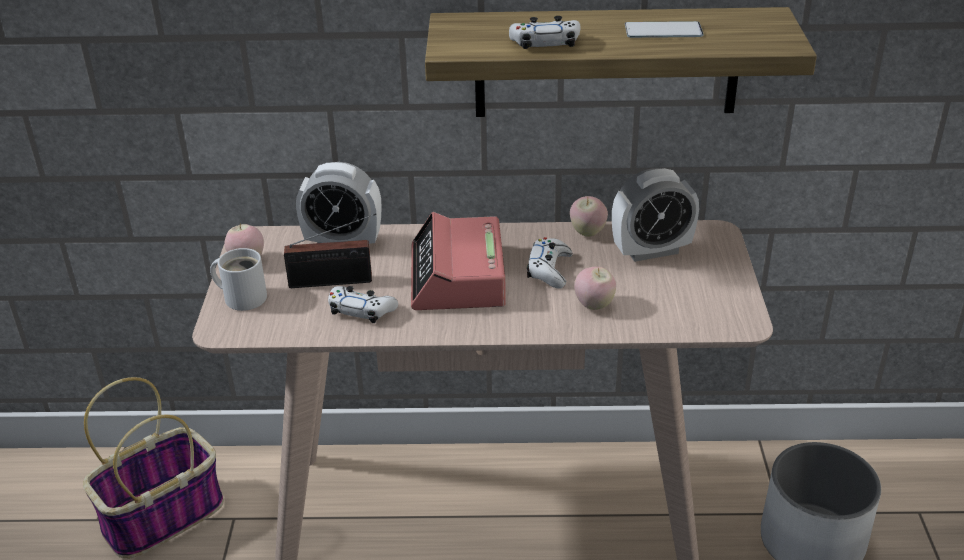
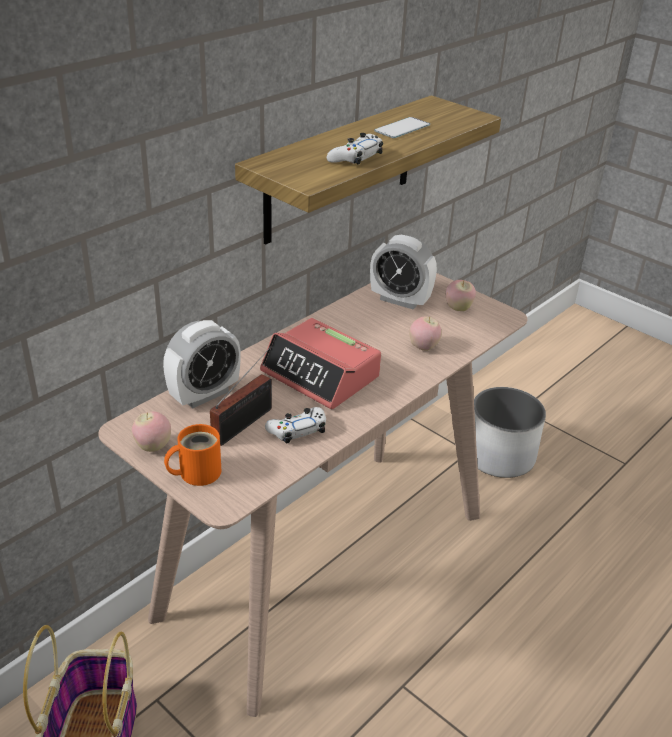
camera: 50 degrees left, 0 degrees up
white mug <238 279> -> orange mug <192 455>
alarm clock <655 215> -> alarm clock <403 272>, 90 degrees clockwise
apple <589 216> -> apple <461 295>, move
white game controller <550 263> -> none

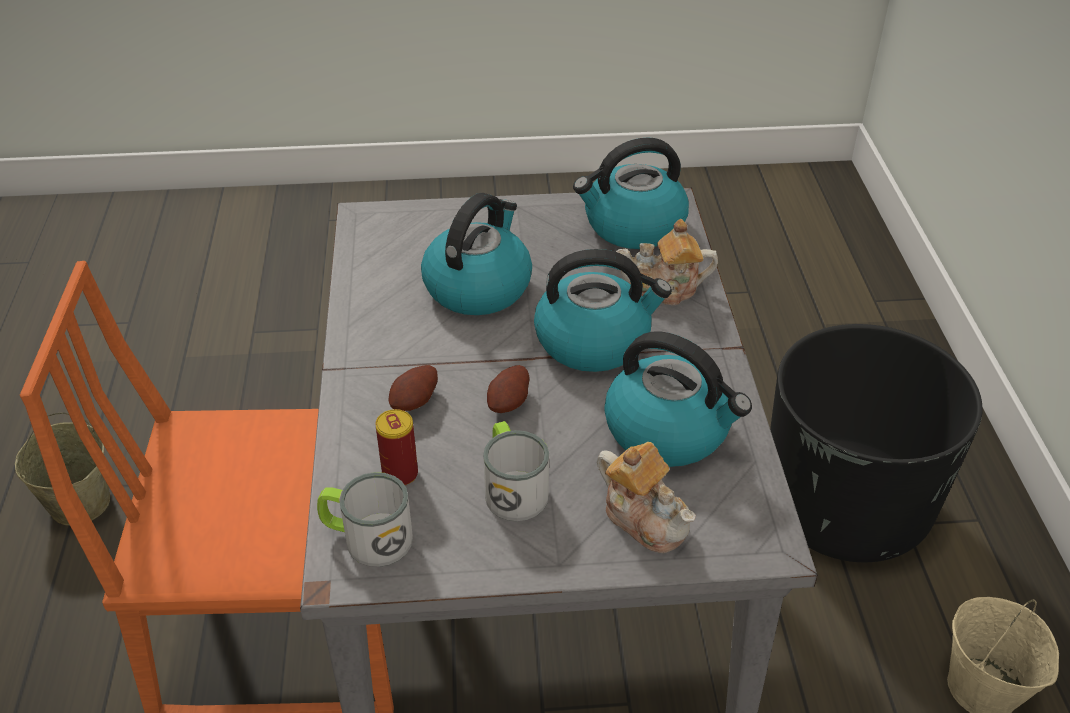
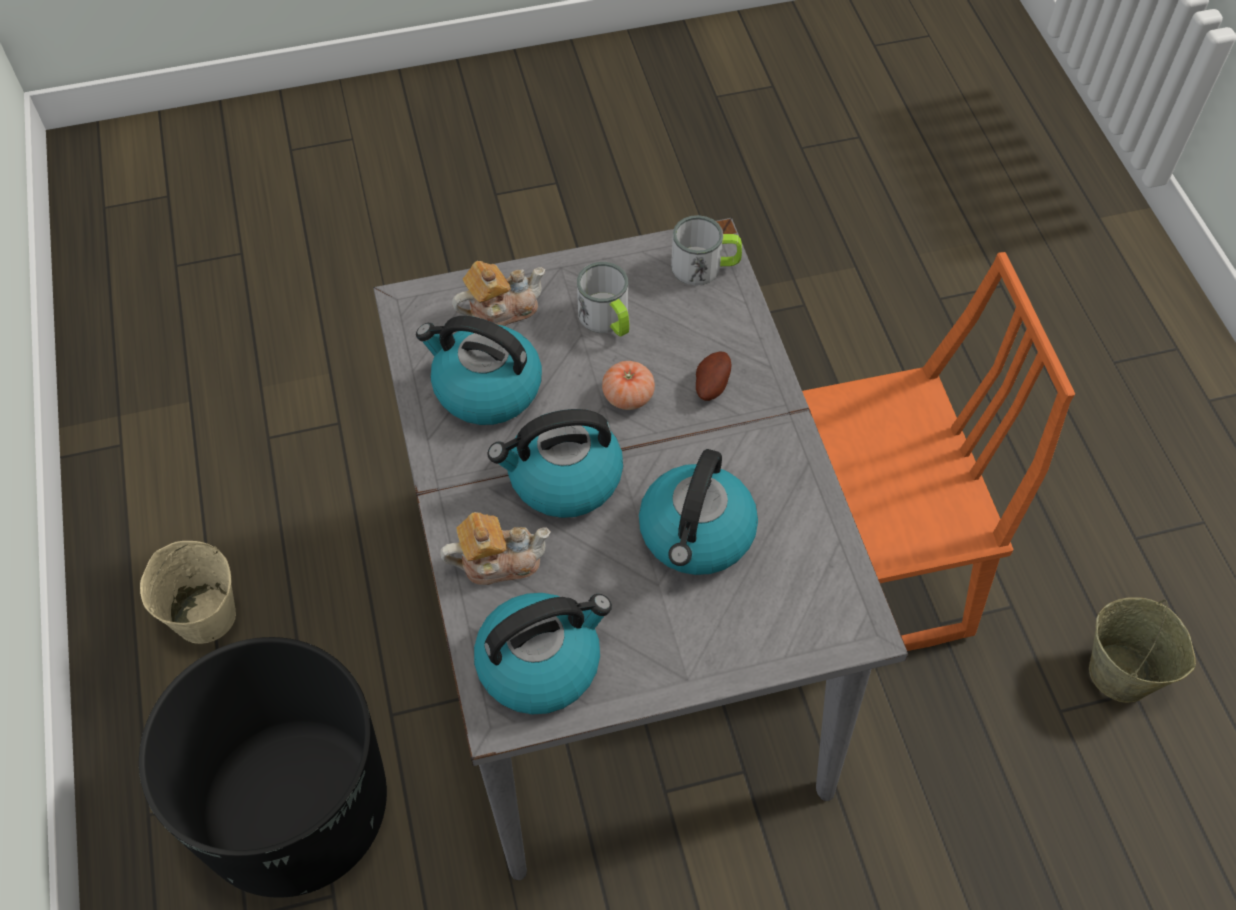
camera: 170 degrees right, 15 degrees up
teapot <646 497> -> teapot <499 293>, 120 degrees clockwise
potato <508 389> -> tomato <628 385>
can <396 447> -> none

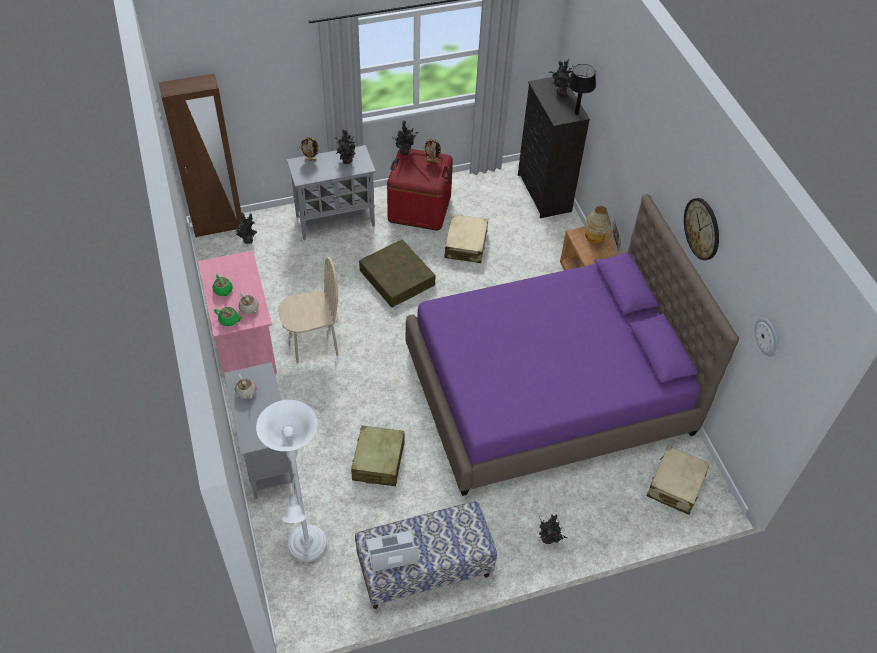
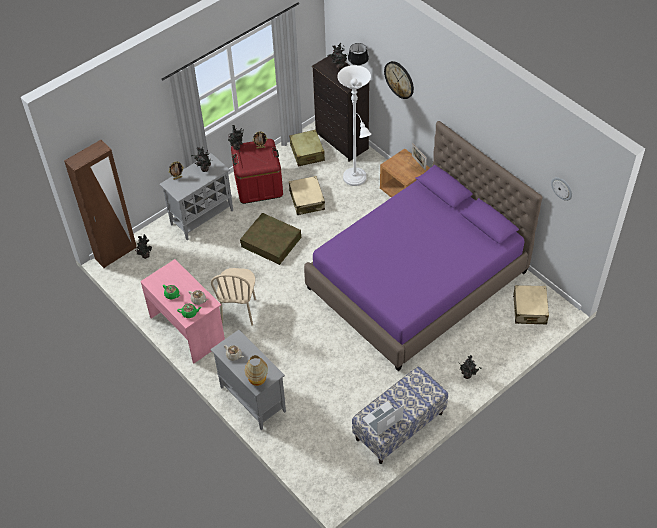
camera: 20 degrees left, 0 degrees up
beige chair <308 310> -> beige chair <233 297>, 135 degrees clockwise
table lamp <598 225> -> table lamp <256 370>, move
beige suitcase <378 456> -> beige suitcase <307 148>, move
white floor lamp <291 481> -> white floor lamp <354 125>, move
wall clock <701 229> -> wall clock <399 80>, move

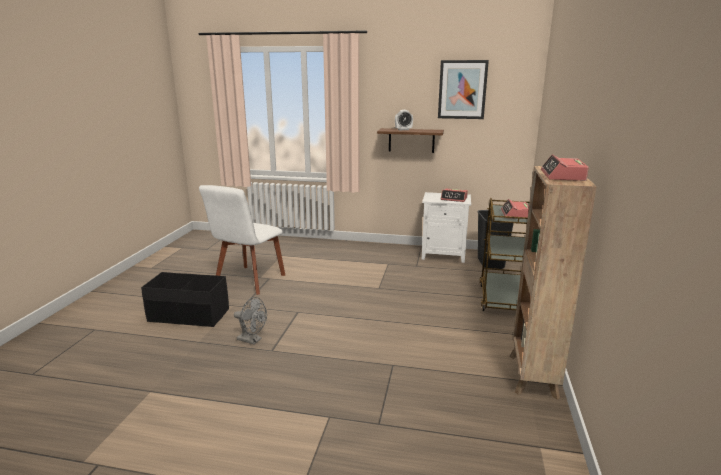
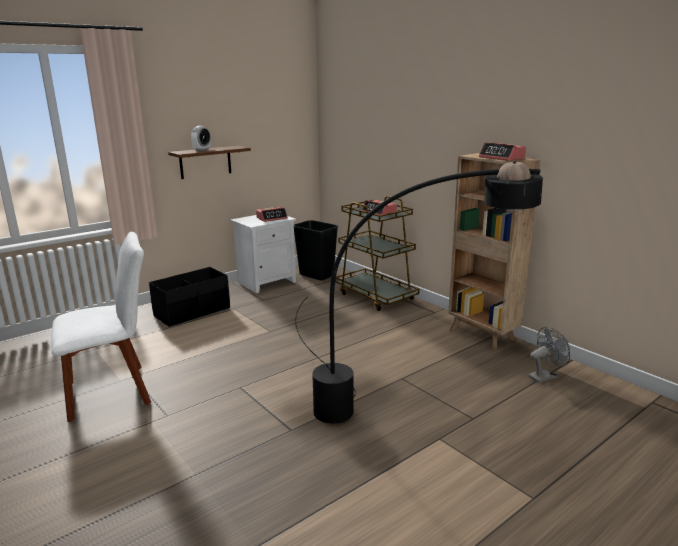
camera: 50 degrees left, 0 degrees up
white chair <242 240> -> white chair <101 327>, 90 degrees counterclockwise
black storage box <185 299> -> black storage box <189 297>, move
none -> black floor lamp <419 292>
grey fan <250 321> -> grey fan <549 355>, move
picture <463 89> -> none

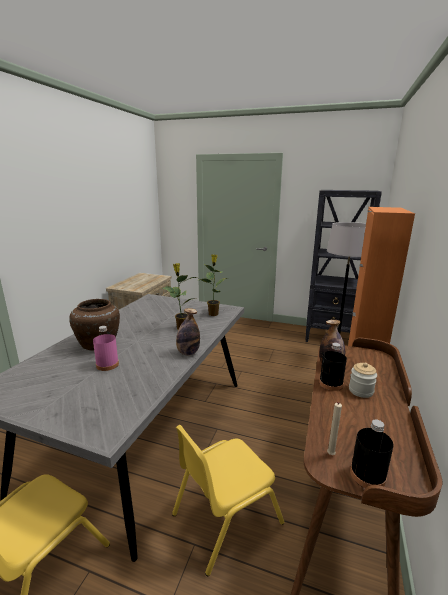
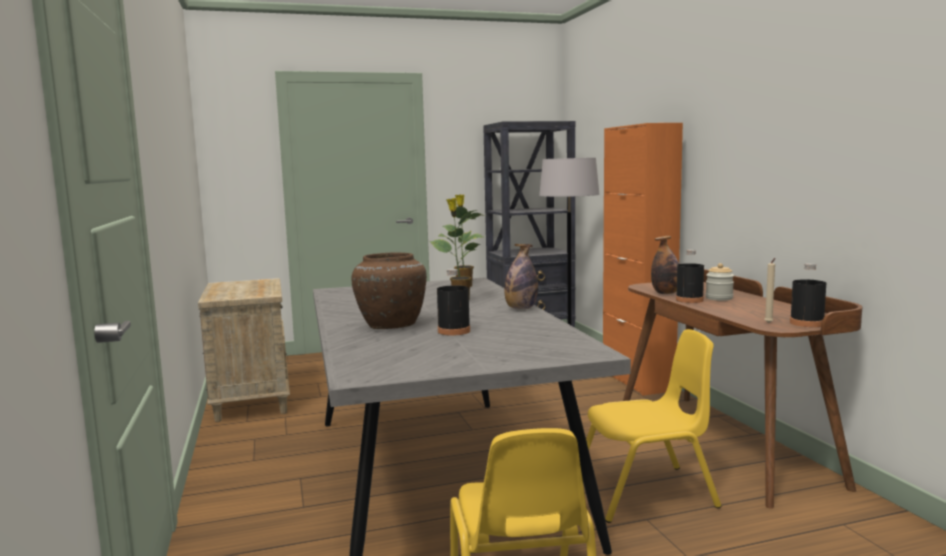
camera: 35 degrees left, 10 degrees down
pink bottle <106 348> -> black bottle <453 302>
yellow chair <228 500> -> yellow chair <653 426>, 120 degrees counterclockwise

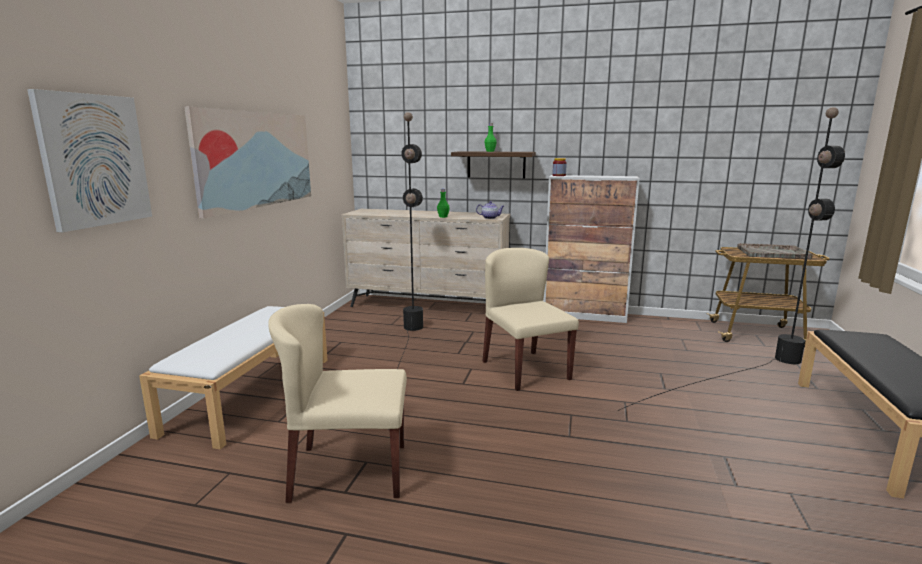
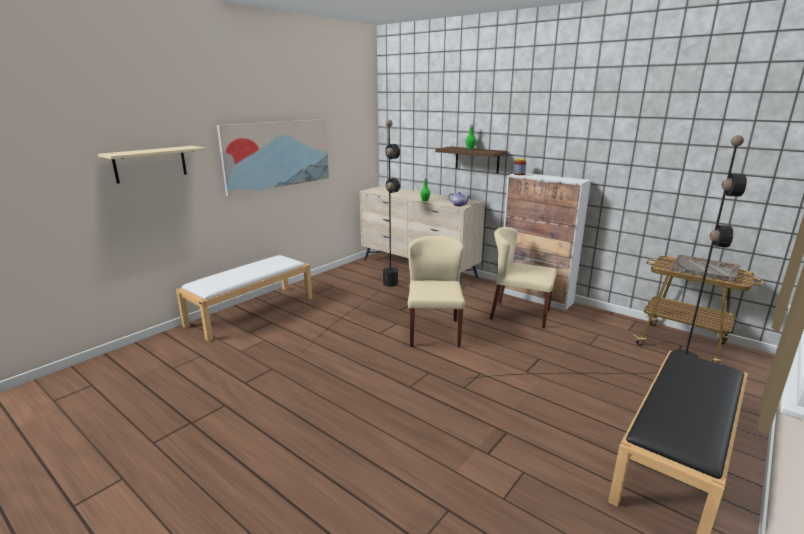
camera: 25 degrees right, 5 degrees up
picture <89 160> -> beige shelf <152 165>
beige chair <337 403> -> beige chair <523 277>, move

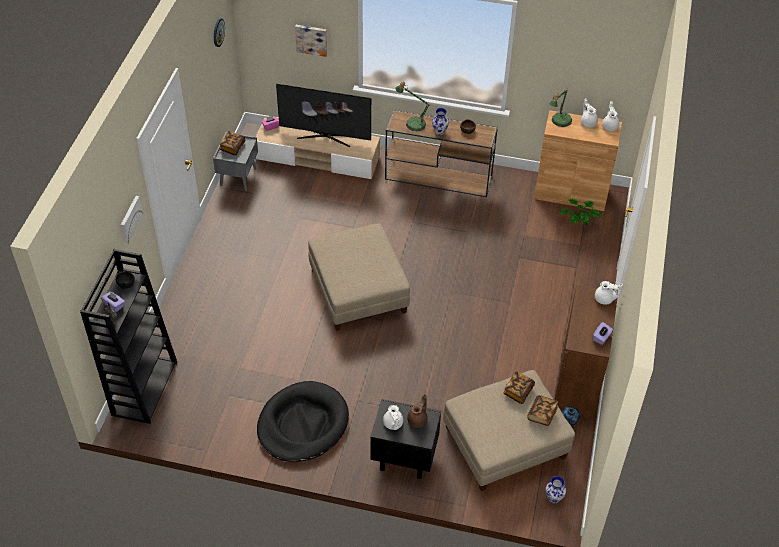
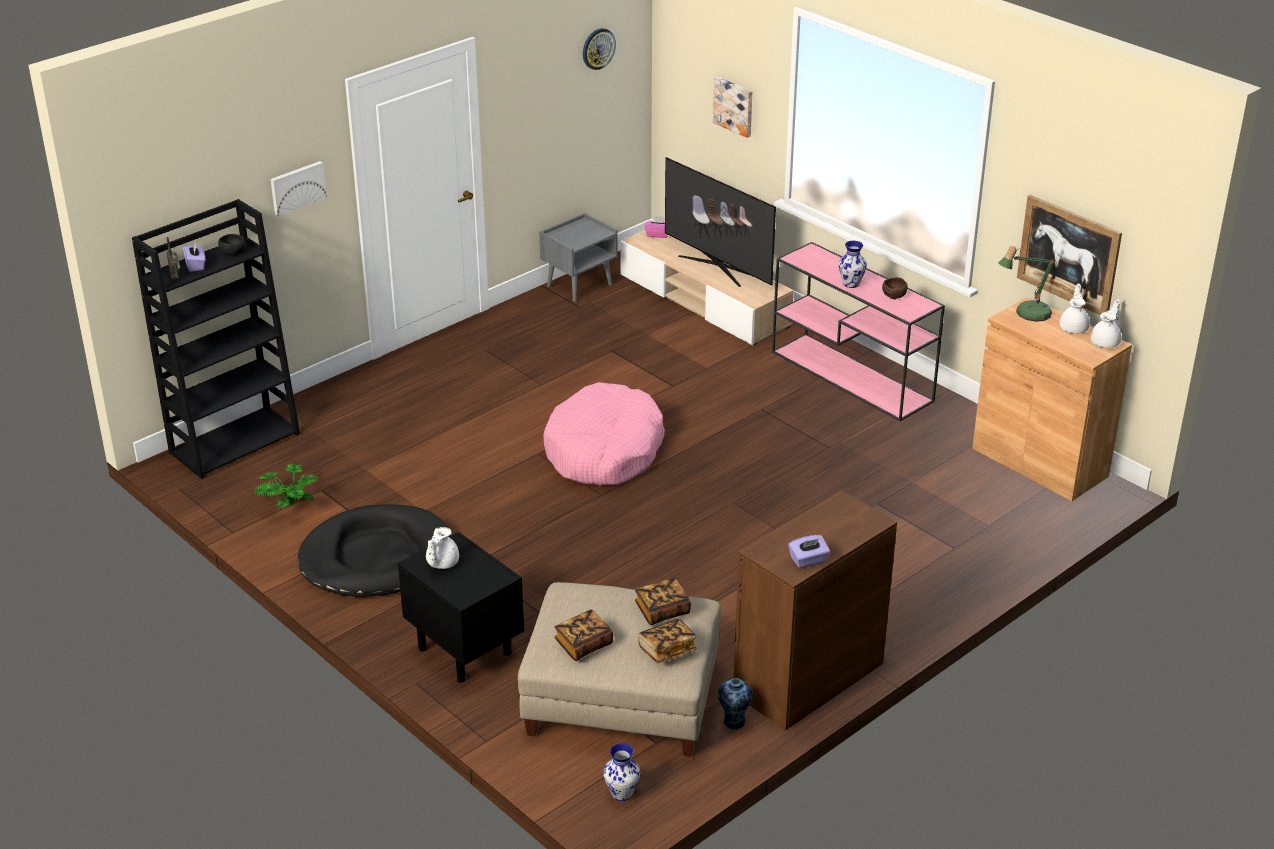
camera: 35 degrees right, 15 degrees down
potted plant <580 212> -> potted plant <286 486>, move
beige ottoman <359 277> -> pink dog bed <604 434>
book <232 143> -> book <583 635>, move
brown console table <441 153> -> pink console table <858 331>
none -> picture <1069 255>
table lamp <413 106> -> none
brown teapot <417 411> -> none
white teapot <609 293> -> none

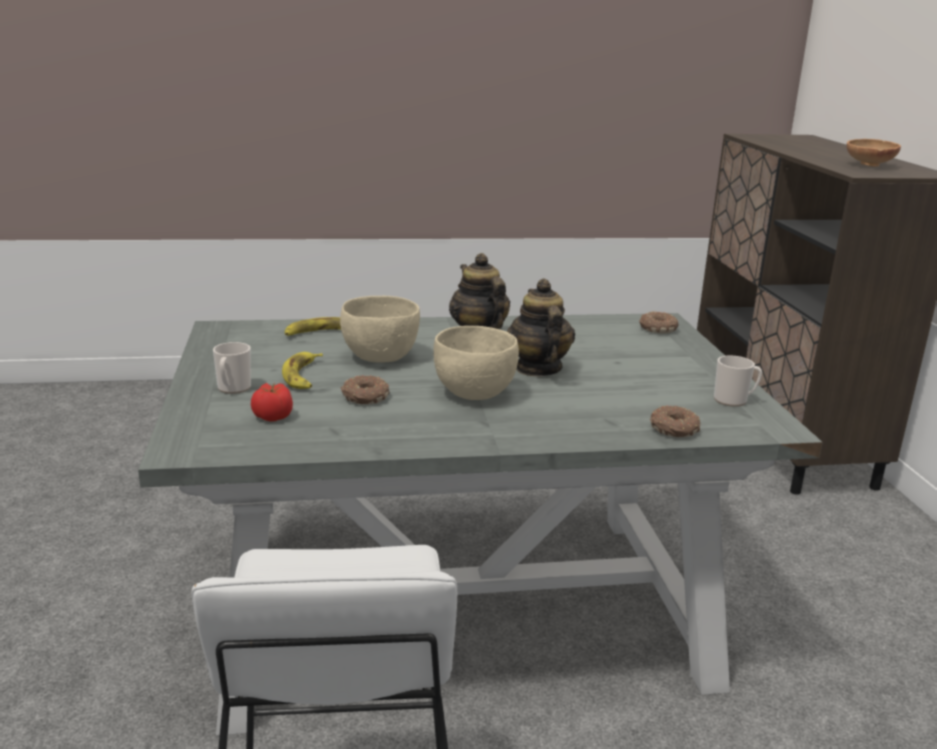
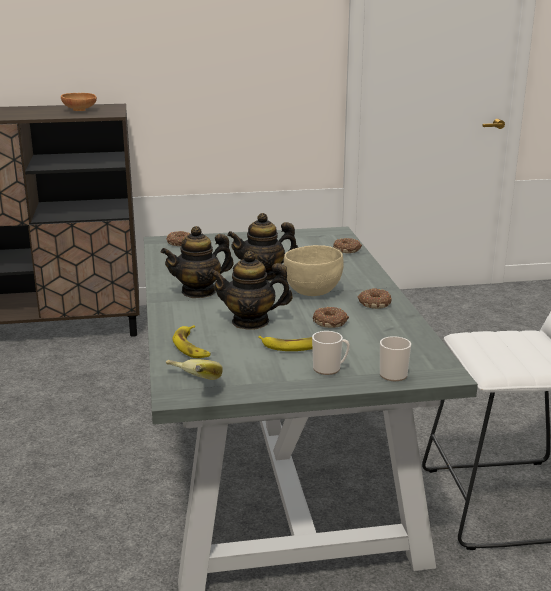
camera: 90 degrees left, 0 degrees up
none -> banana <194 369>
beige bowl <380 329> -> teapot <251 290>
none -> donut <375 298>
mug <738 381> -> mug <395 358>, move
tomato <272 402> -> none

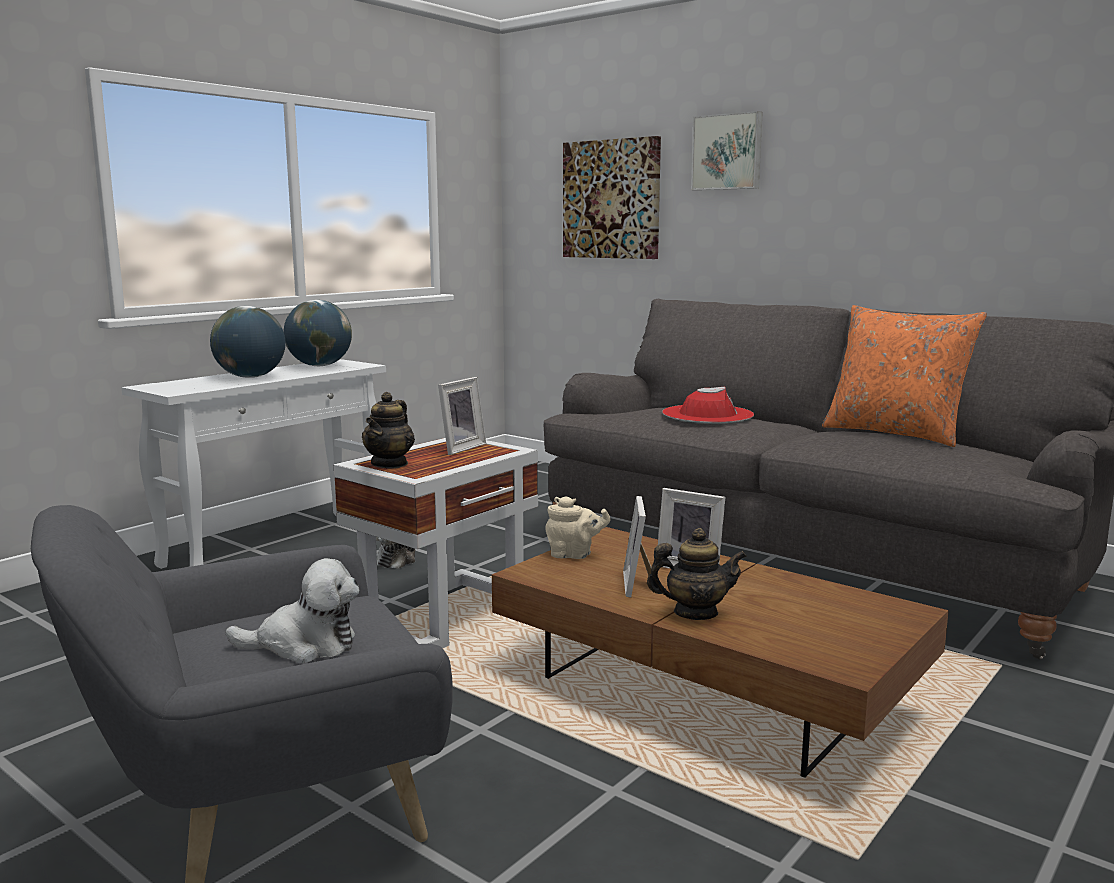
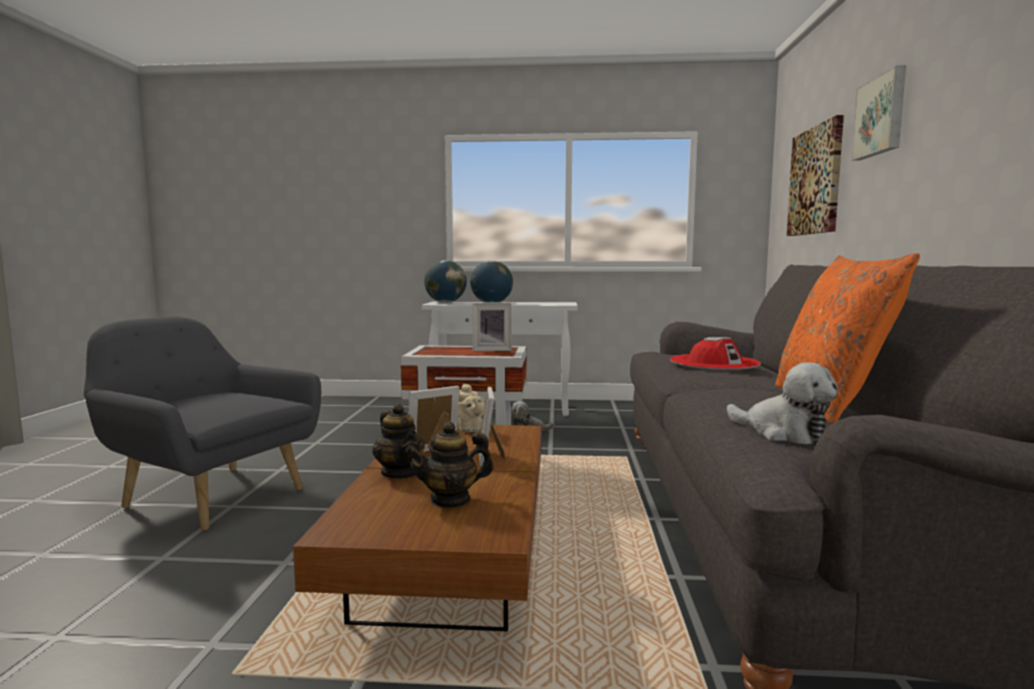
camera: 55 degrees right, 5 degrees down
teapot <388 430> -> teapot <449 465>, move
globe <318 333> -> globe <445 281>, move
plush toy <292 611> -> plush toy <782 403>, move

